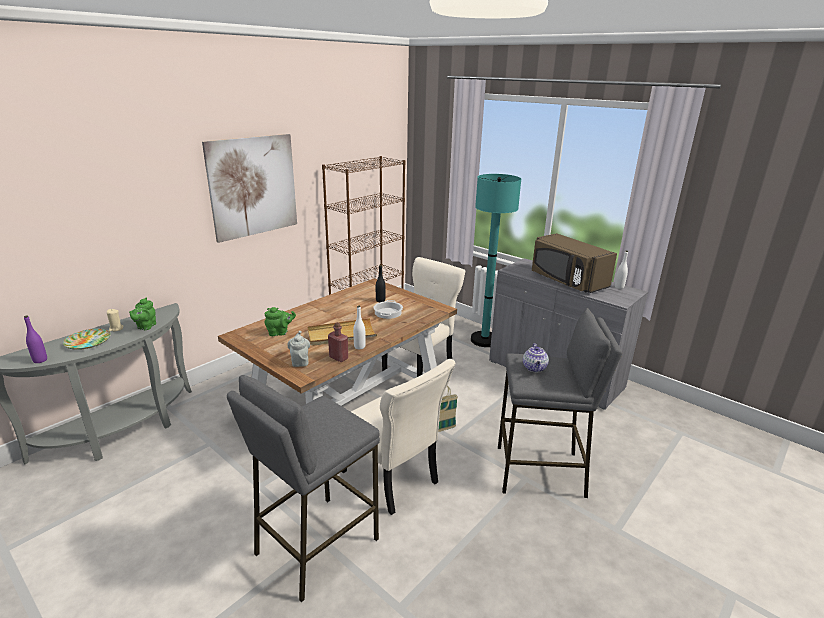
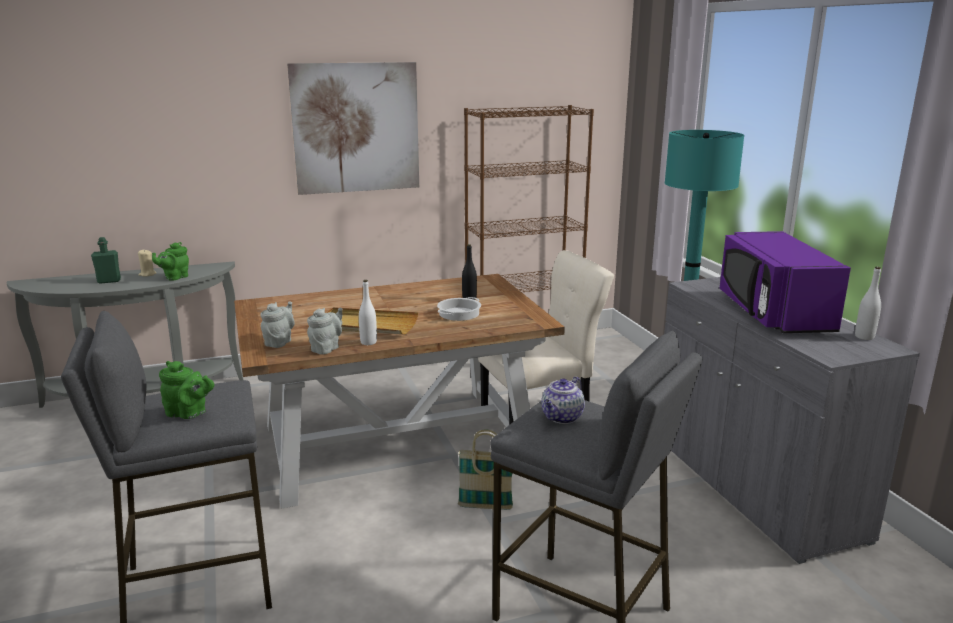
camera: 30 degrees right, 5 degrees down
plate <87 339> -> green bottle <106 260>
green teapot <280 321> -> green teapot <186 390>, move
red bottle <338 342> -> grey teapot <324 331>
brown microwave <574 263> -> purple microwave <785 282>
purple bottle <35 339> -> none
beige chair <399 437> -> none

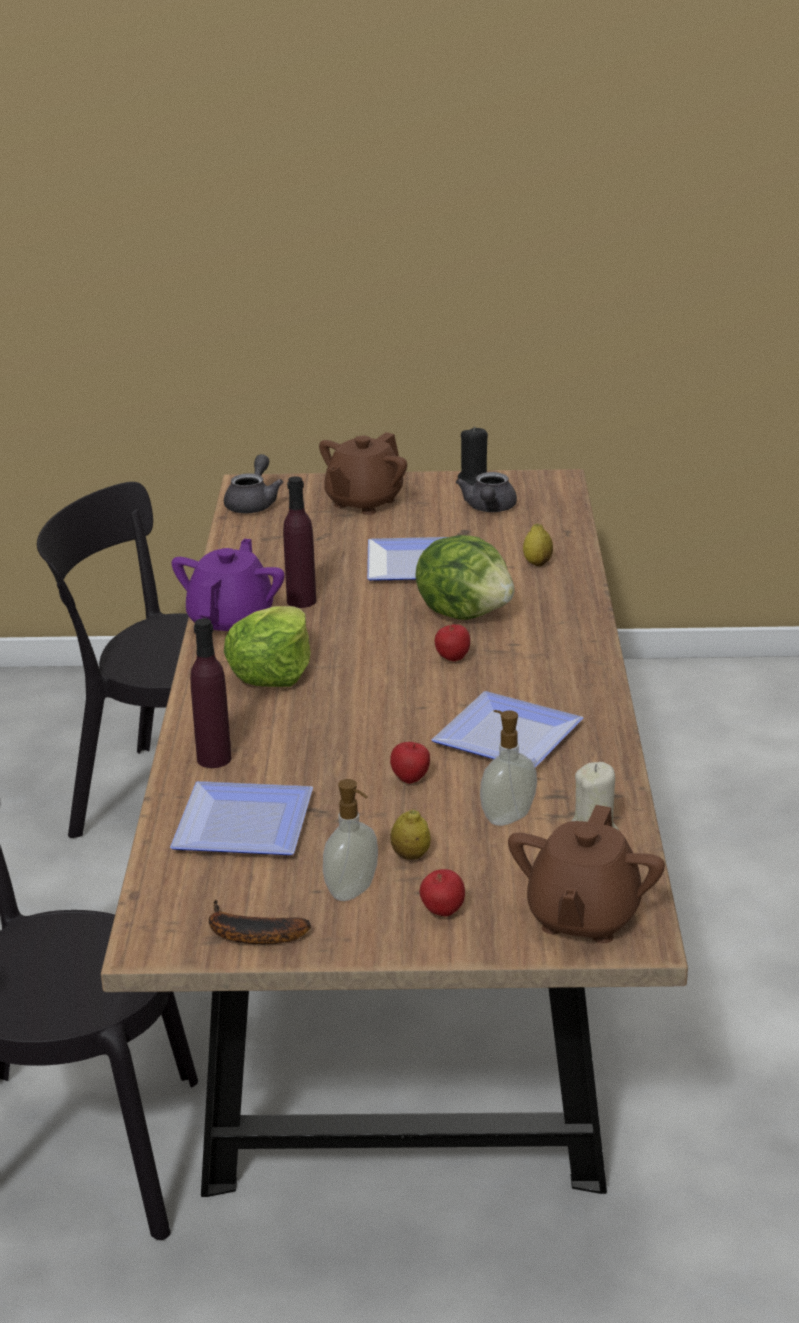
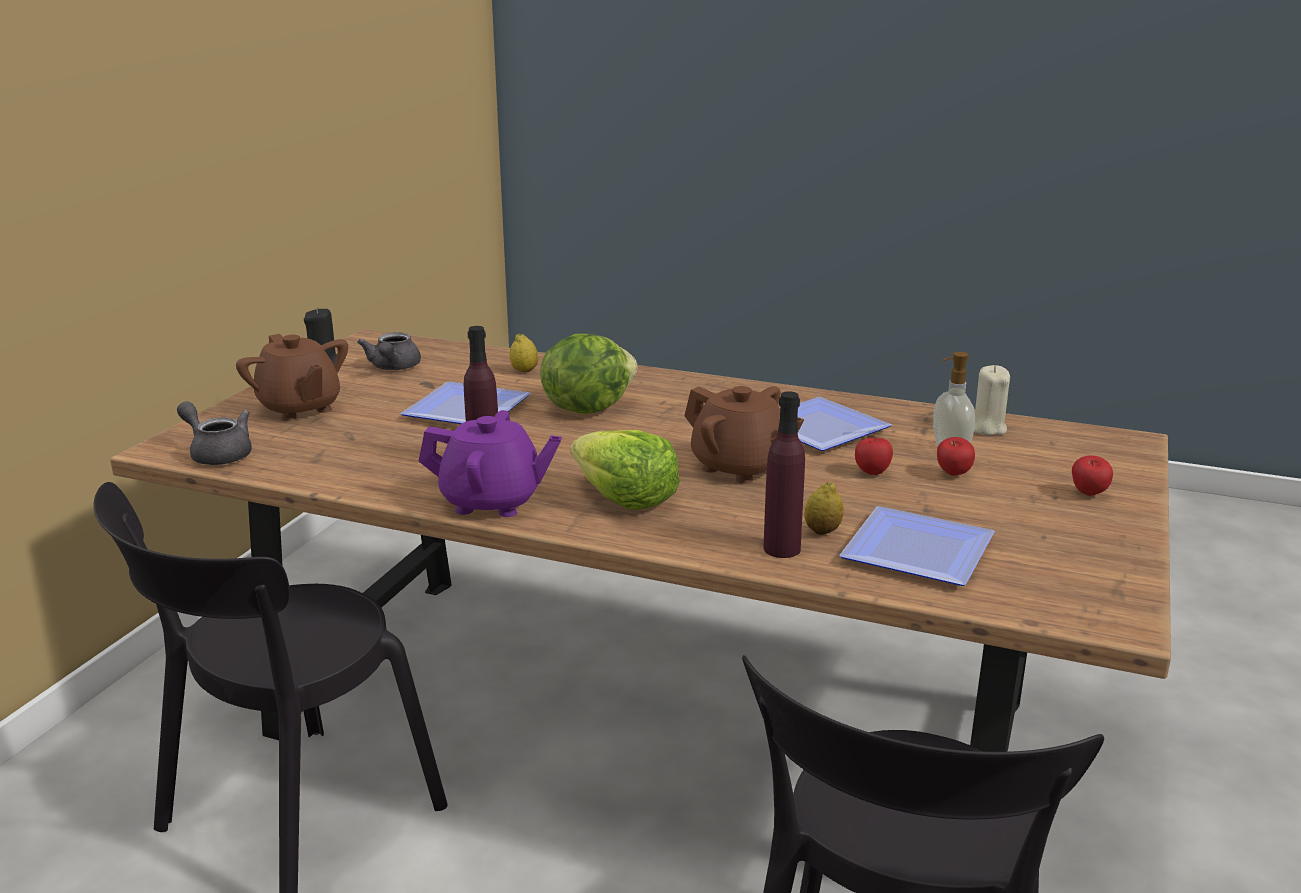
camera: 70 degrees left, 5 degrees down
grey teapot <486 492> -> grey teapot <389 351>, 60 degrees clockwise
purple teapot <228 585> -> purple teapot <490 463>, 150 degrees clockwise
brown teapot <586 874> -> brown teapot <744 435>, move
lemon <410 834> -> lemon <824 508>, move
apple <452 643> -> apple <956 456>, move
banana <260 922> -> none
soap dispenser <350 840> -> none

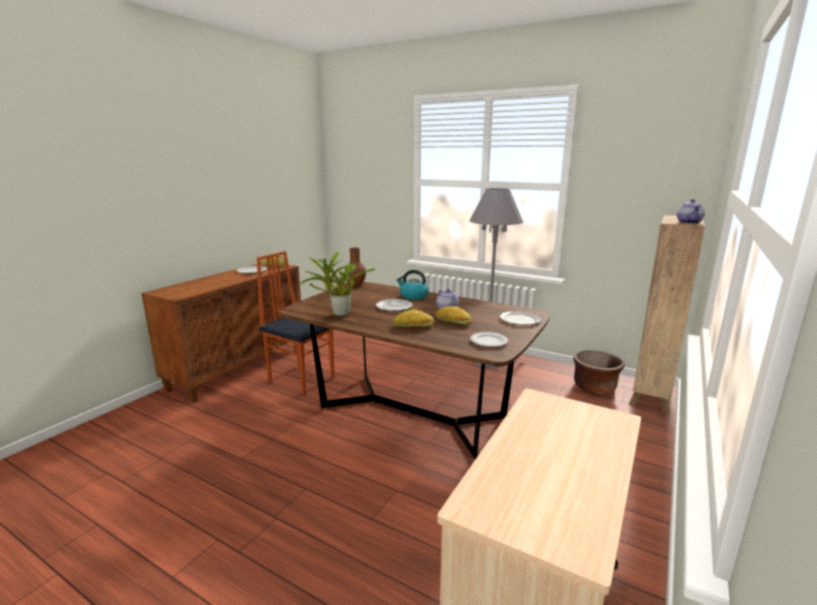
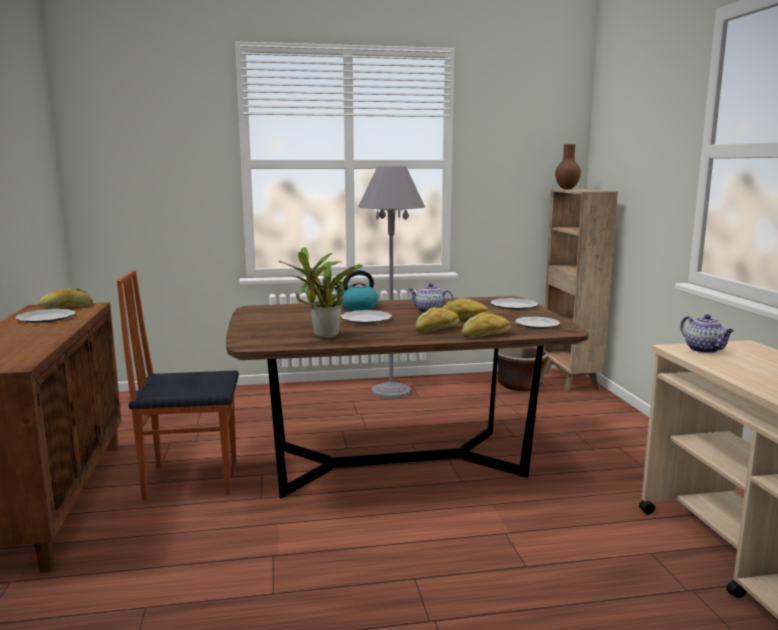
camera: 40 degrees left, 5 degrees down
none -> bread <486 325>
brown vase <355 267> -> brown vase <568 166>, move
teapot <691 211> -> teapot <707 333>, move

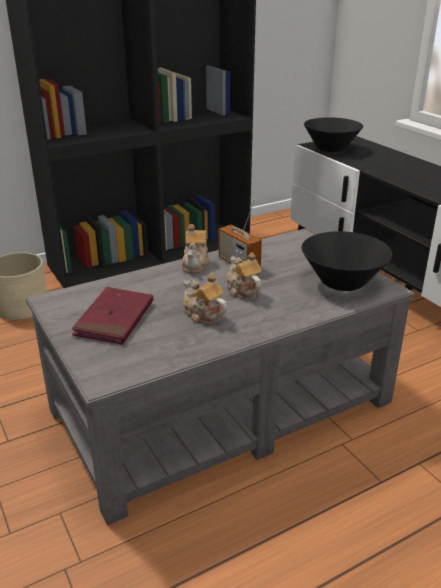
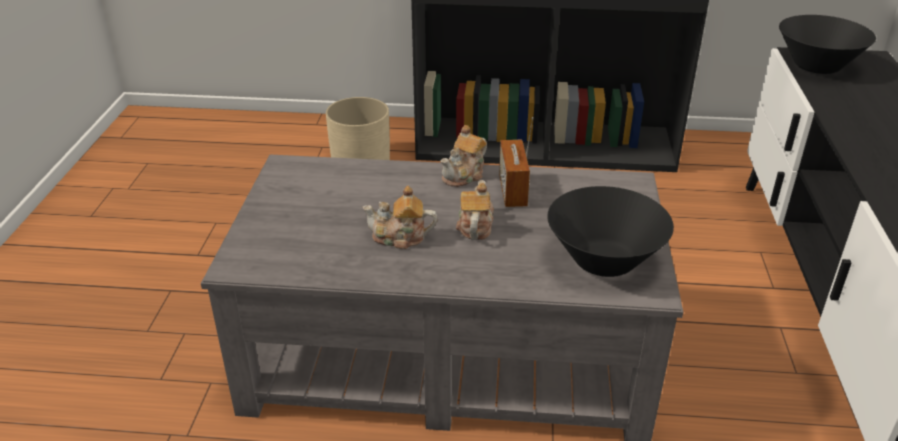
camera: 35 degrees right, 5 degrees up
teapot <205 299> -> teapot <400 217>, 75 degrees counterclockwise
red book <112 316> -> none

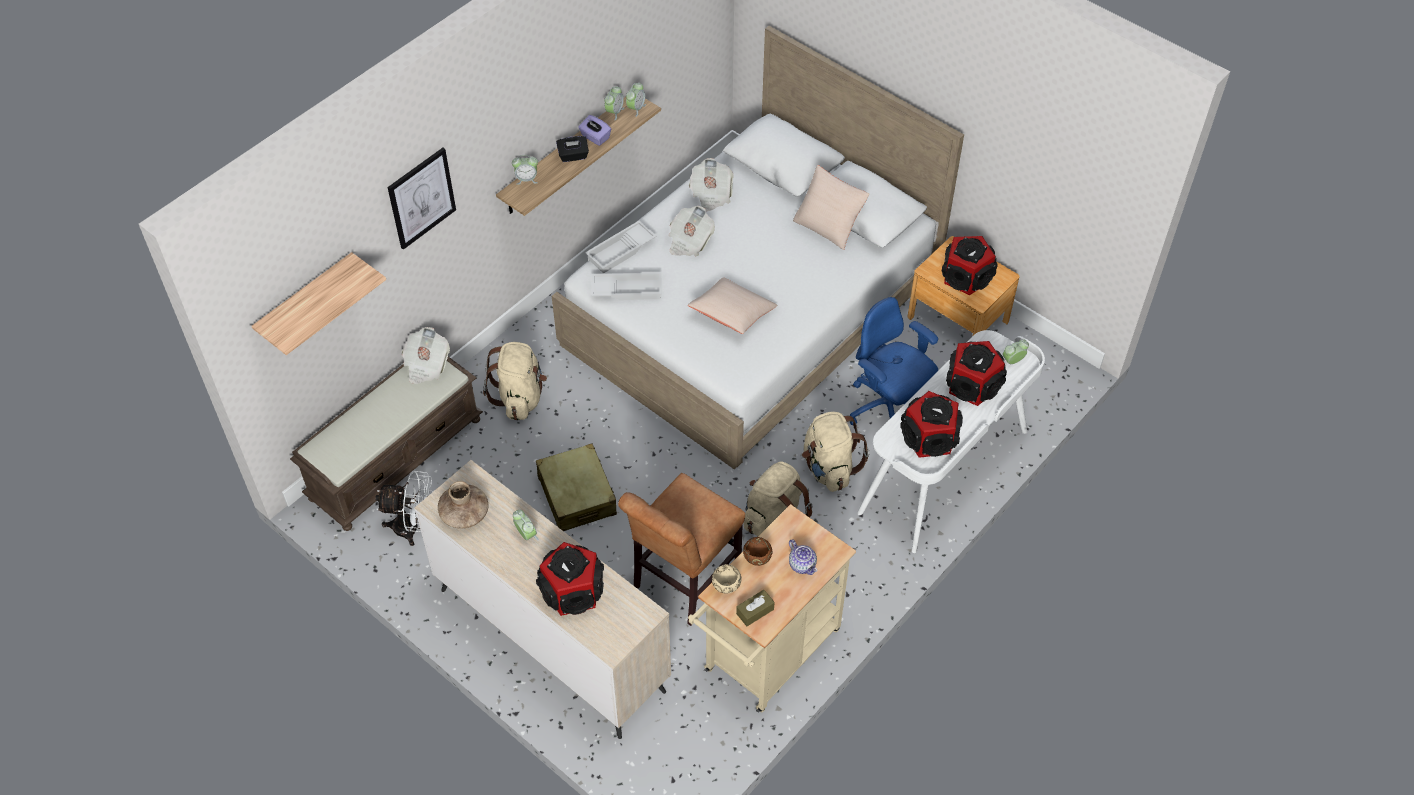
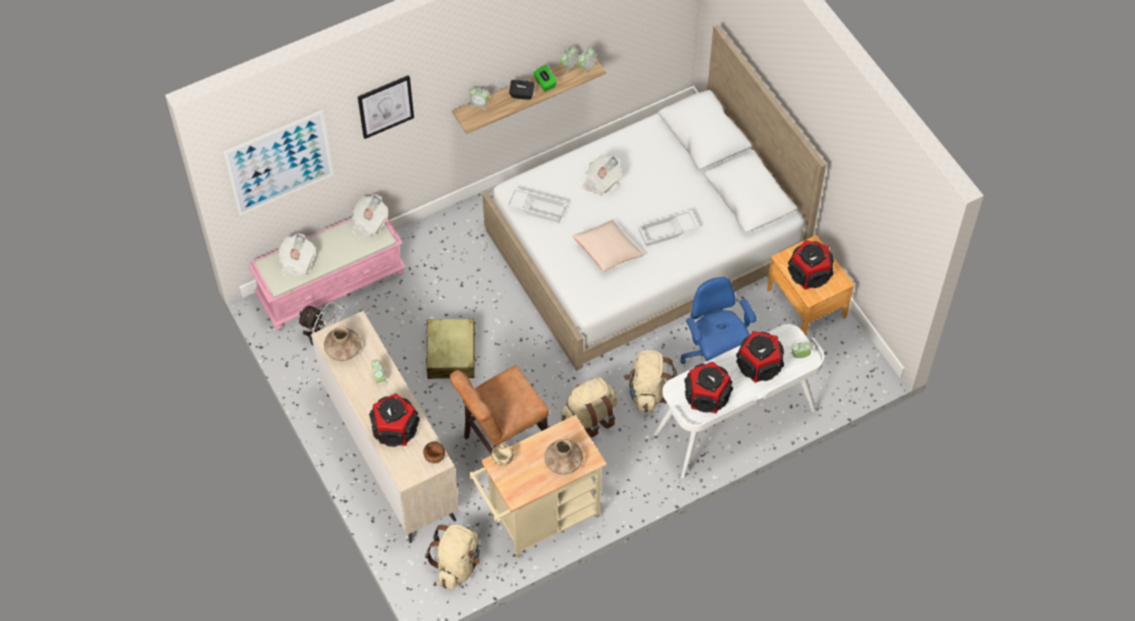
camera: 20 degrees right, 5 degrees up
shelf <319 303> -> picture <278 163>
brown bench <386 444> -> pink bench <327 273>
newspaper <711 185> -> newspaper <297 256>, move
brown bowl <757 551> -> brown bowl <434 452>, move
beige backpack <515 381> -> beige backpack <452 557>, move
purple tissue box <594 130> -> green tissue box <545 78>
teapot <803 557> -> brown vase <564 457>
white tray <621 247> -> white tray <668 228>, move
brown tissue box <755 608> -> none
beige pillow <831 207> -> none

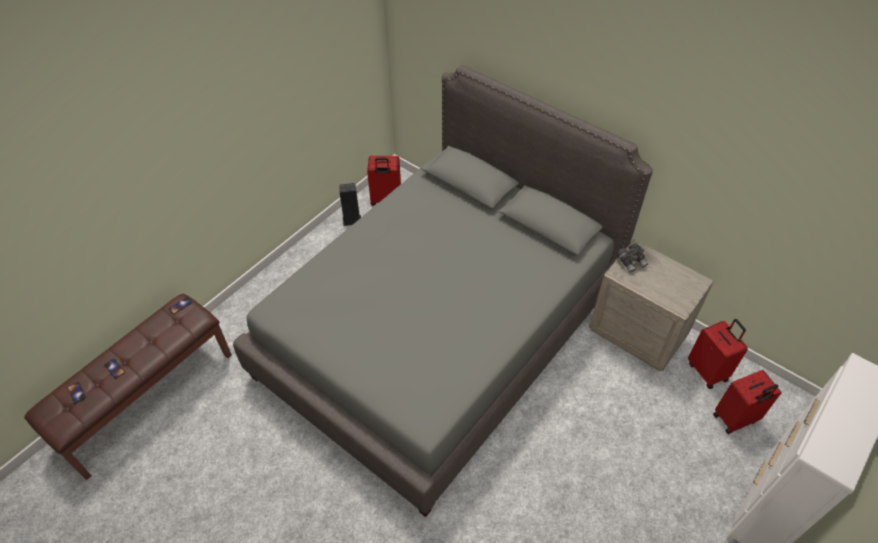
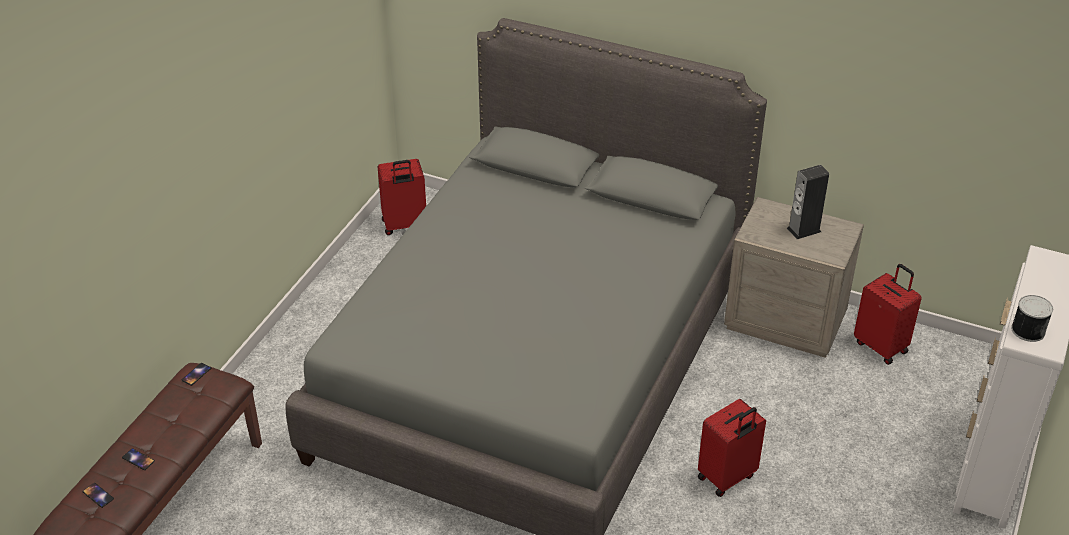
camera: 15 degrees left, 10 degrees down
red suitcase <747 402> -> red suitcase <732 448>, move
speaker <350 204> -> speaker <808 202>, move
none -> can <1032 318>
grey binoculars <632 257> -> none

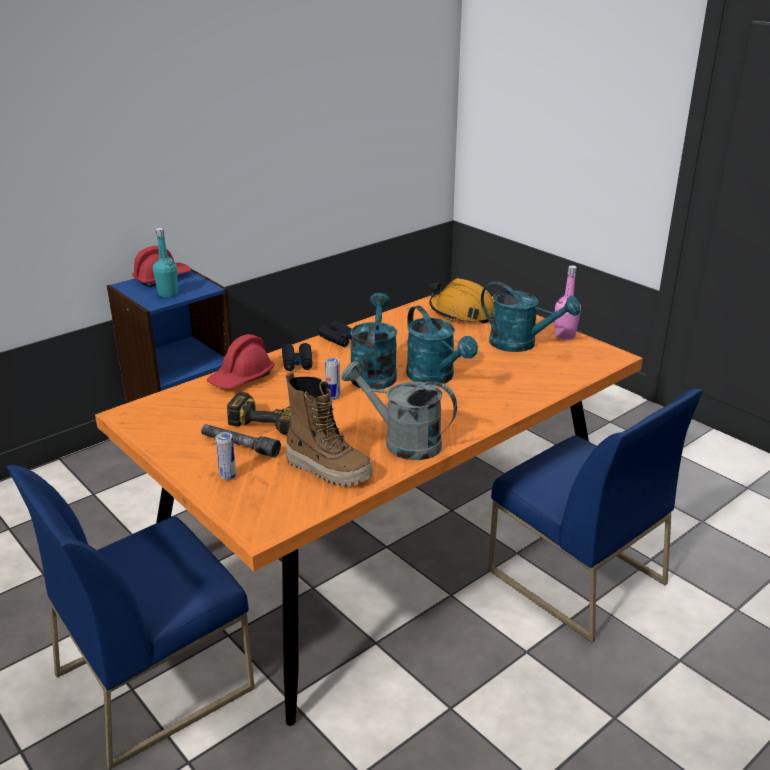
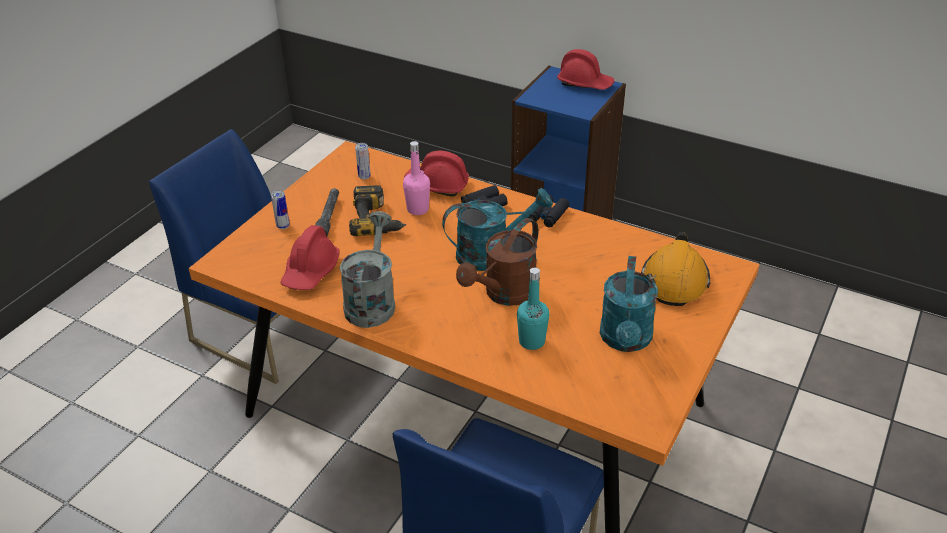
camera: 70 degrees right, 10 degrees up
boot <329 429> -> red hard hat <309 257>
can <332 379> -> can <363 161>, move
pink bottle <567 302> -> pink bottle <416 178>, move
turquoise watering can <442 344> -> brown watering can <497 262>
turquoise bottle <165 263> -> turquoise bottle <533 309>, move

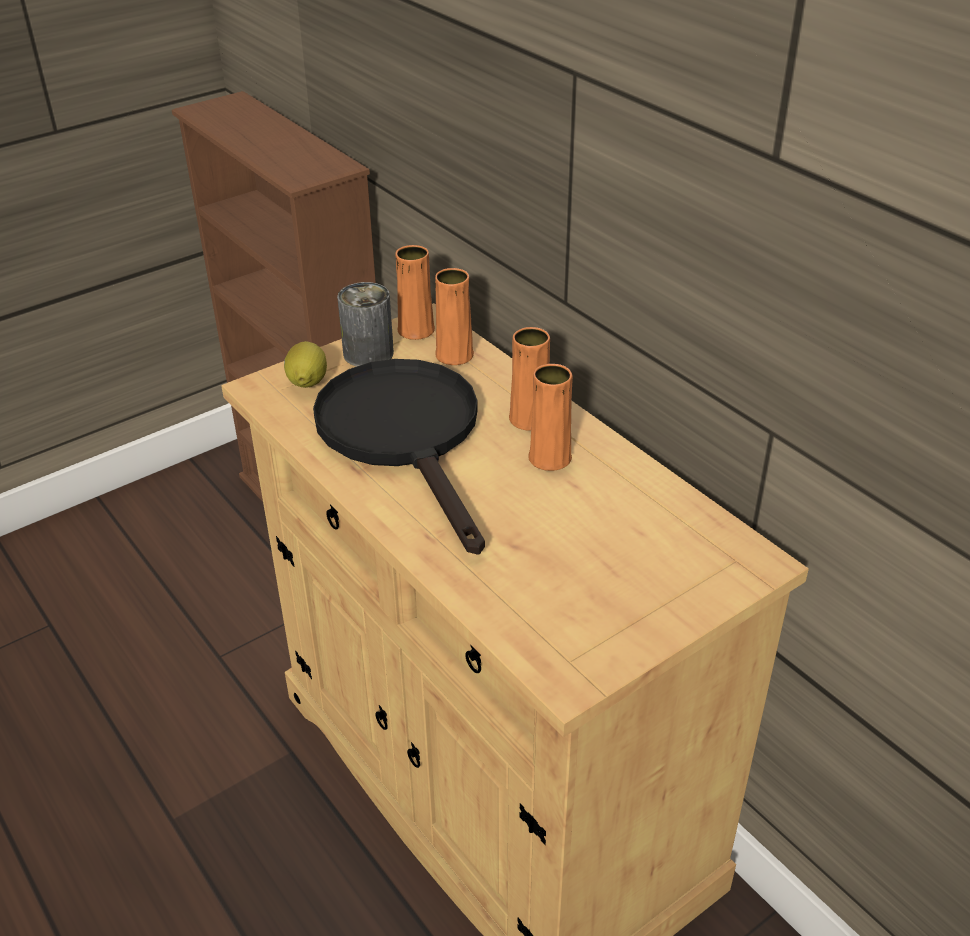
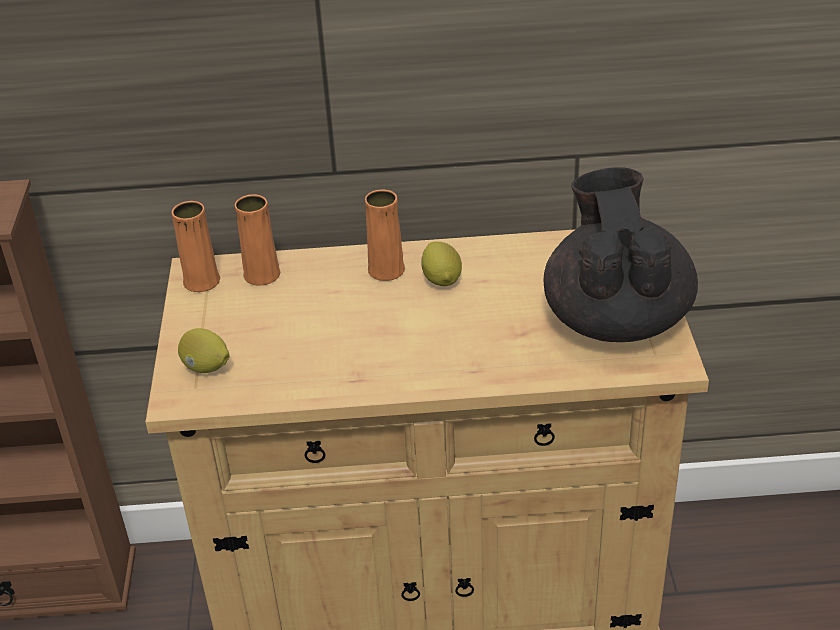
camera: 55 degrees left, 0 degrees up
orange vase <550 417> -> lemon <441 264>
none -> black teapot <621 254>
black frying pan <399 457> -> none
can <365 324> -> none

